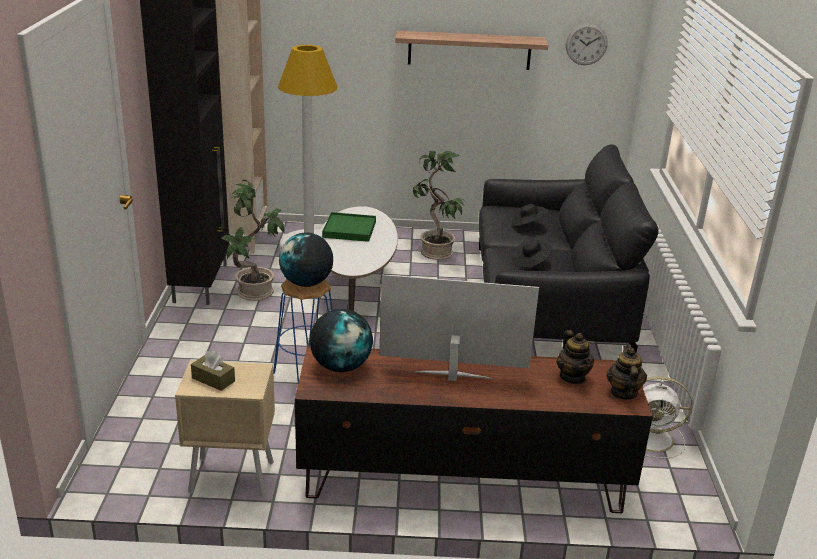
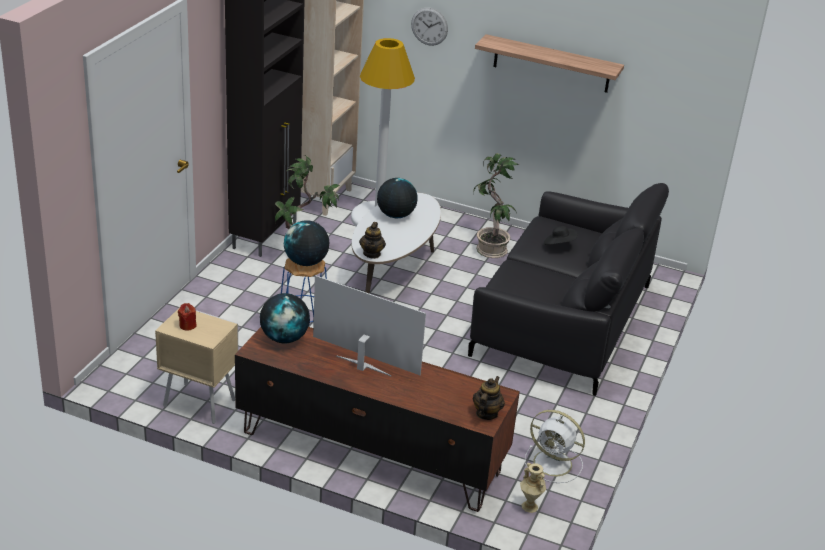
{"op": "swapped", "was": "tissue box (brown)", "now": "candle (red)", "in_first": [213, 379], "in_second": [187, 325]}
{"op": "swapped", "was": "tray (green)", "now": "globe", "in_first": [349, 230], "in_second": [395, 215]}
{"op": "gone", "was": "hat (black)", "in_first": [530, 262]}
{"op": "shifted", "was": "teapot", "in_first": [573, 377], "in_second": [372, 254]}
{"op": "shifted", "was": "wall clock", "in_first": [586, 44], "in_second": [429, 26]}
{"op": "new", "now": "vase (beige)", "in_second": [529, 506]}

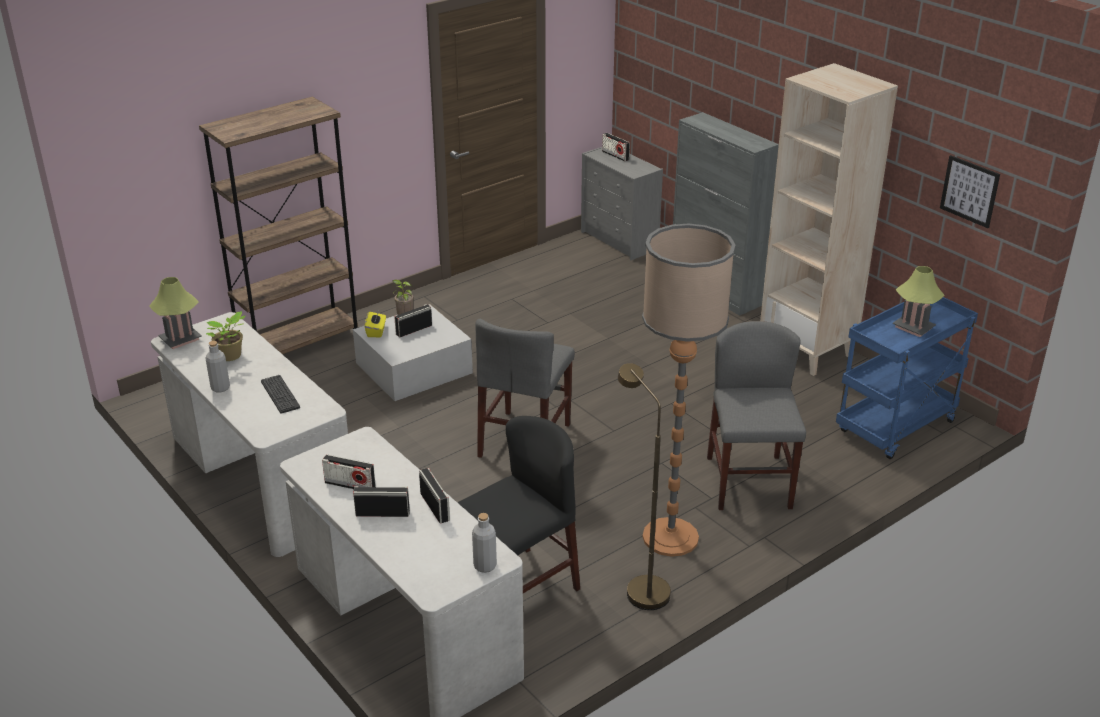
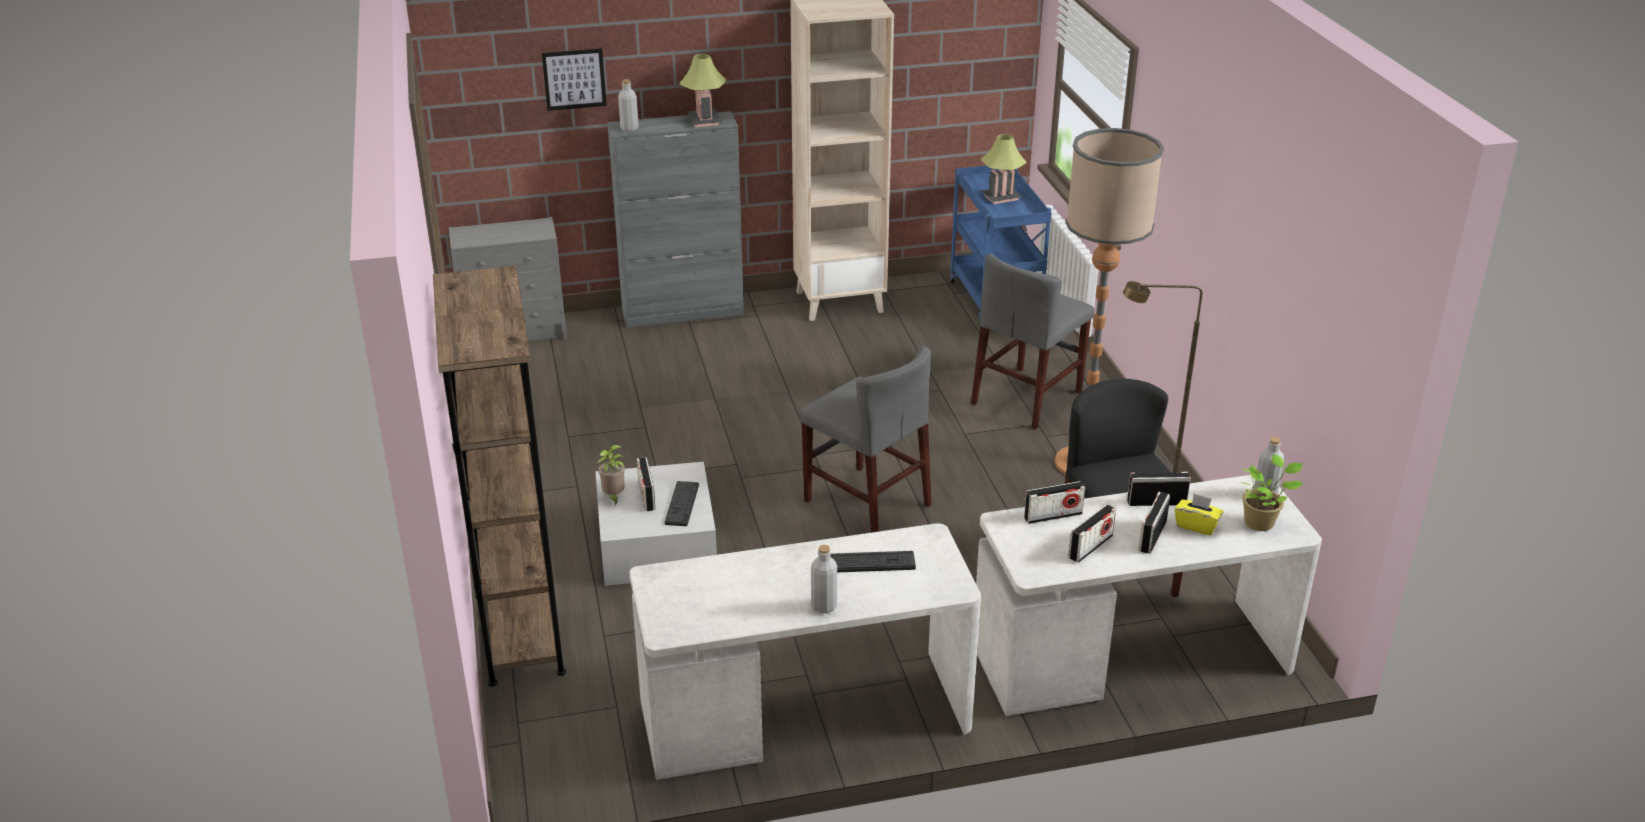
{"op": "shifted", "was": "table lamp", "in_first": [180, 339], "in_second": [704, 120]}
{"op": "shifted", "was": "potted plant", "in_first": [231, 356], "in_second": [1261, 522]}
{"op": "shifted", "was": "tissue box (yellow)", "in_first": [376, 331], "in_second": [1196, 525]}
{"op": "shifted", "was": "radio", "in_first": [615, 155], "in_second": [1053, 516]}
{"op": "rotated", "was": "chair (grey)", "in_first": [749, 482], "in_second": [1027, 398], "clockwise": -75}
{"op": "shifted", "was": "picture", "in_first": [969, 191], "in_second": [574, 79]}
{"op": "new", "now": "bottle (grey)", "in_second": [629, 128]}
{"op": "new", "now": "keyboard", "in_second": [682, 504]}

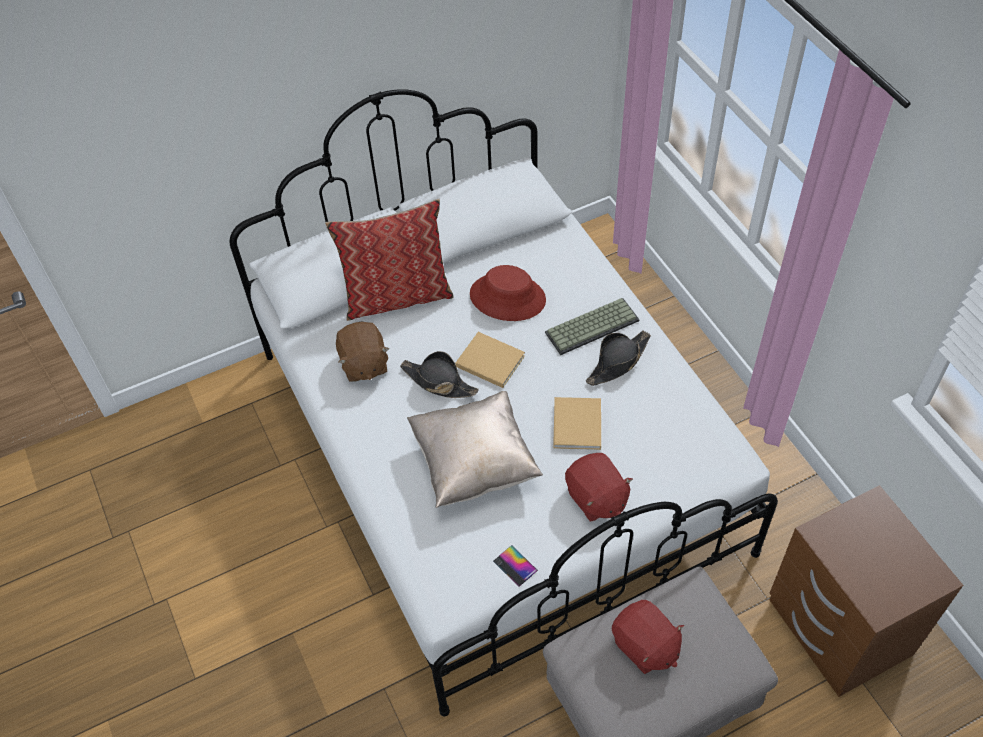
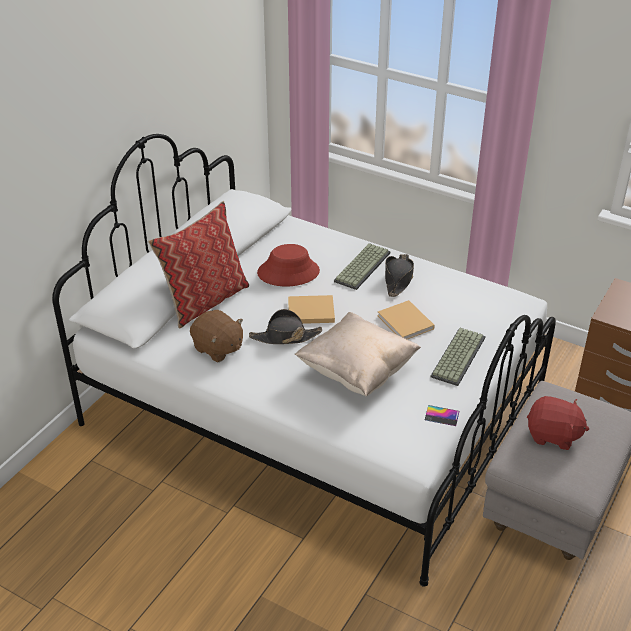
{"op": "swapped", "was": "plush toy (red)", "now": "keyboard", "in_first": [596, 498], "in_second": [457, 356]}

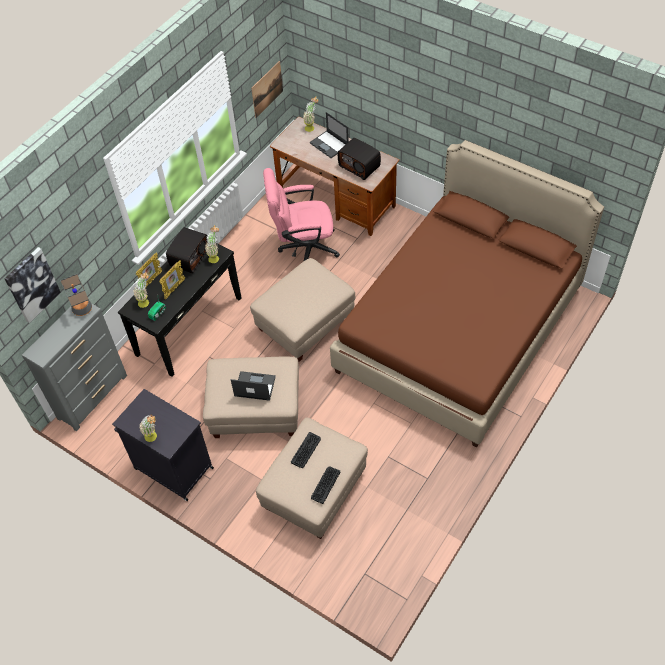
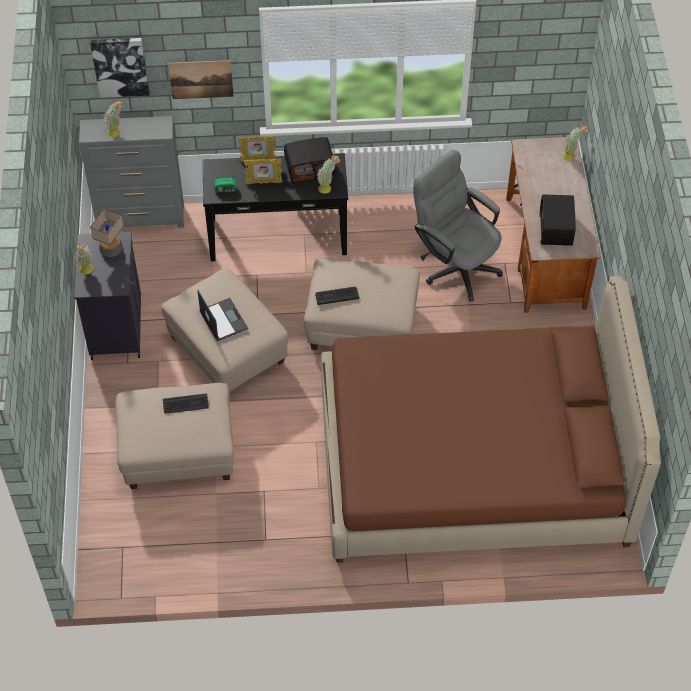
{"op": "shifted", "was": "table lamp", "in_first": [82, 309], "in_second": [111, 249]}
{"op": "shifted", "was": "potted plant", "in_first": [146, 301], "in_second": [117, 133]}
{"op": "shifted", "was": "picture", "in_first": [267, 89], "in_second": [201, 79]}
{"op": "repainted", "was": "office chair (pink)", "now": "office chair (grey)", "in_first": [303, 247], "in_second": [455, 264]}
{"op": "gone", "was": "laptop", "in_first": [329, 144]}
{"op": "shifted", "was": "keyboard", "in_first": [325, 485], "in_second": [337, 295]}

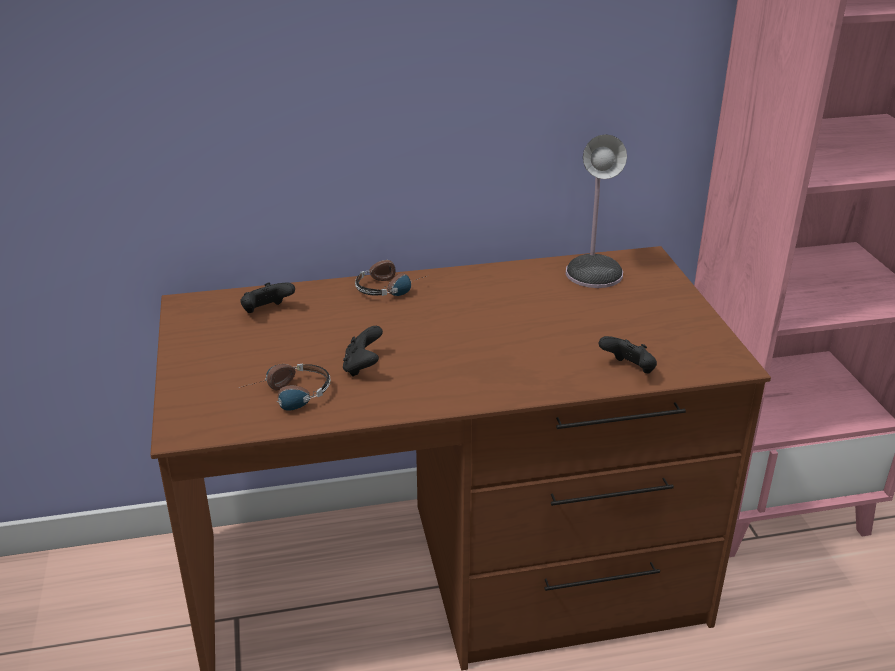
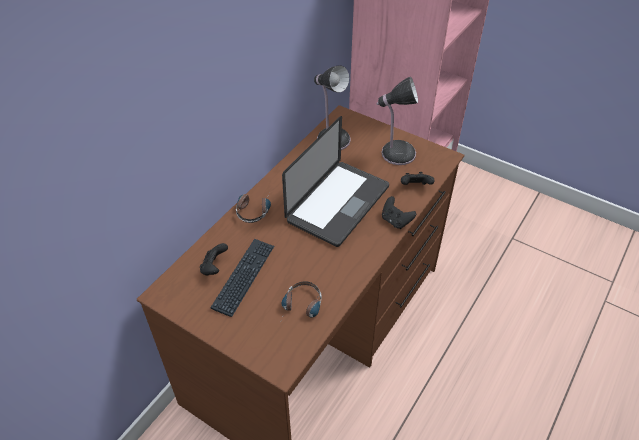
{"op": "shifted", "was": "game controller (black)", "in_first": [363, 367], "in_second": [396, 221]}
{"op": "new", "now": "keyboard", "in_second": [244, 277]}
{"op": "new", "now": "laptop", "in_second": [338, 204]}
{"op": "new", "now": "table lamp", "in_second": [396, 153]}

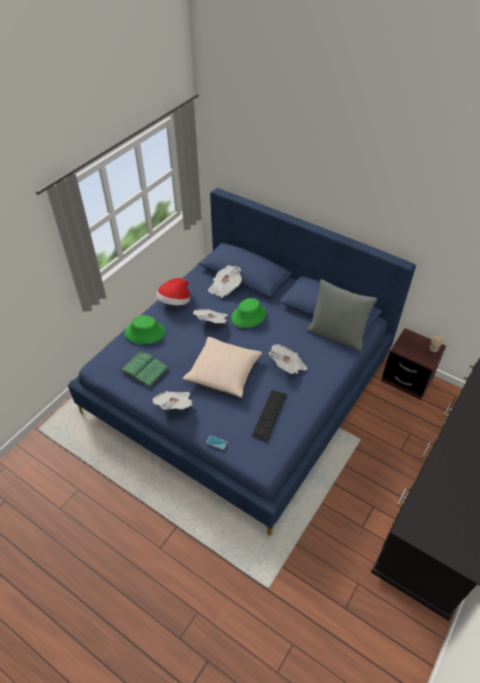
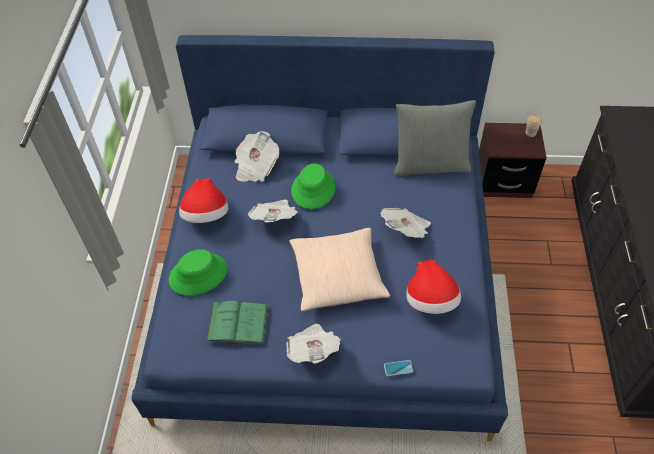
{"op": "swapped", "was": "keyboard", "now": "hat", "in_first": [269, 414], "in_second": [431, 300]}

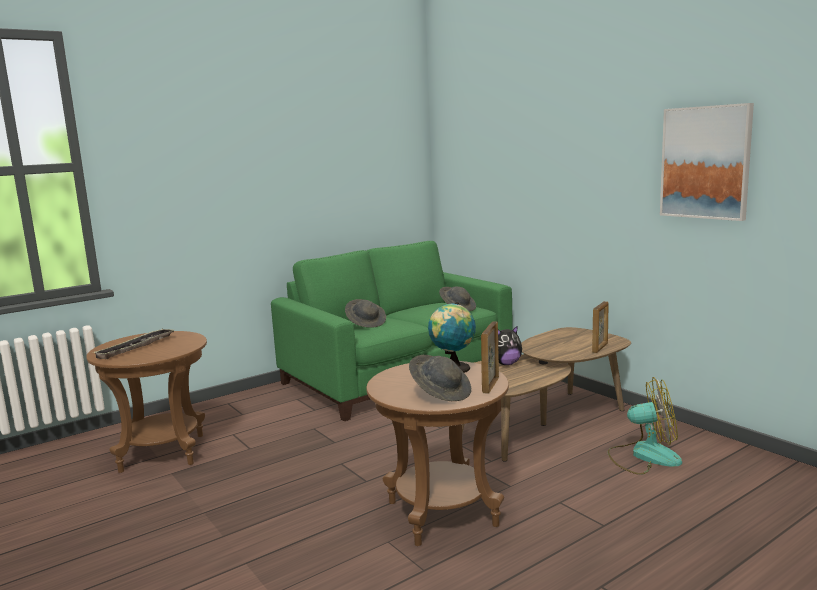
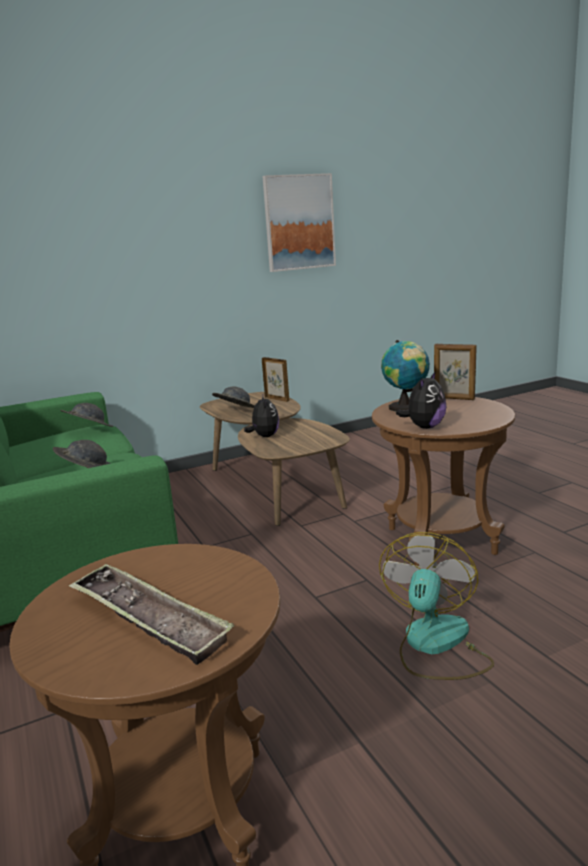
{"op": "shifted", "was": "hat (grey)", "in_first": [441, 393], "in_second": [235, 412]}
{"op": "shifted", "was": "fan", "in_first": [644, 456], "in_second": [435, 645]}
{"op": "new", "now": "plush toy", "in_second": [424, 427]}

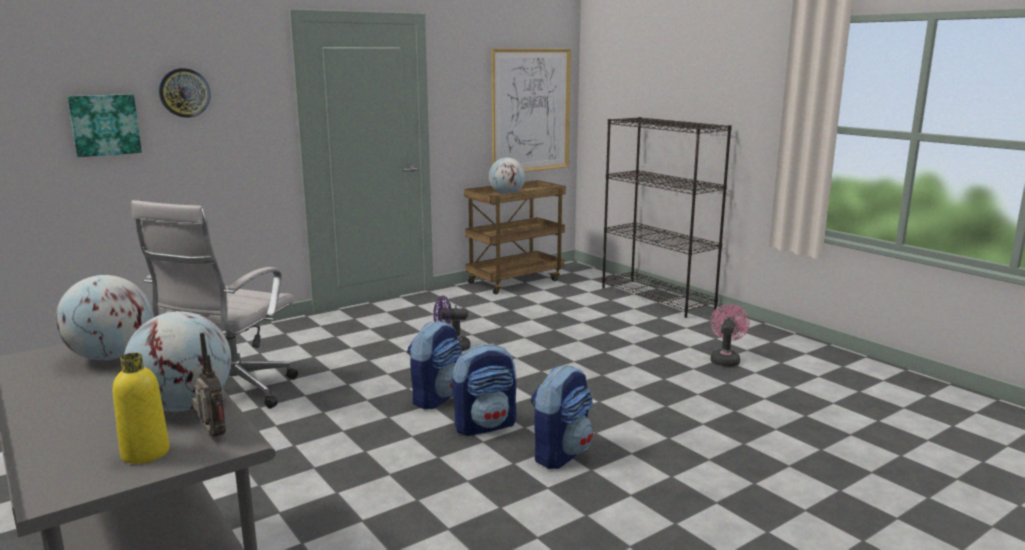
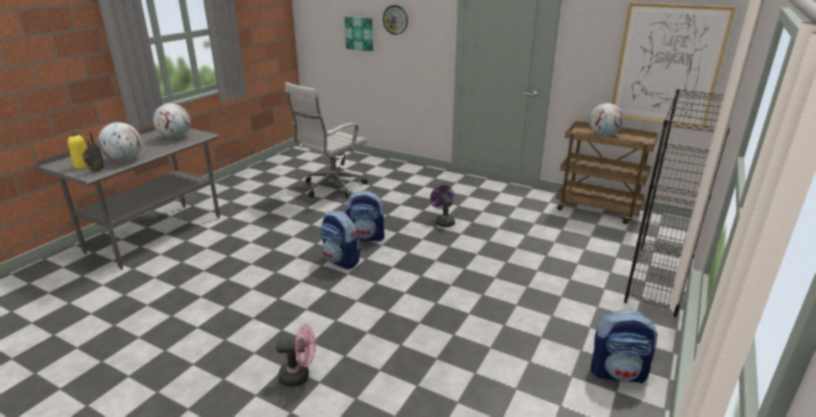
{"op": "rotated", "was": "office chair (white)", "in_first": [231, 394], "in_second": [331, 188], "clockwise": -45}
{"op": "shifted", "was": "backpack", "in_first": [560, 453], "in_second": [618, 372]}
{"op": "shifted", "was": "fan (pink)", "in_first": [725, 359], "in_second": [299, 376]}

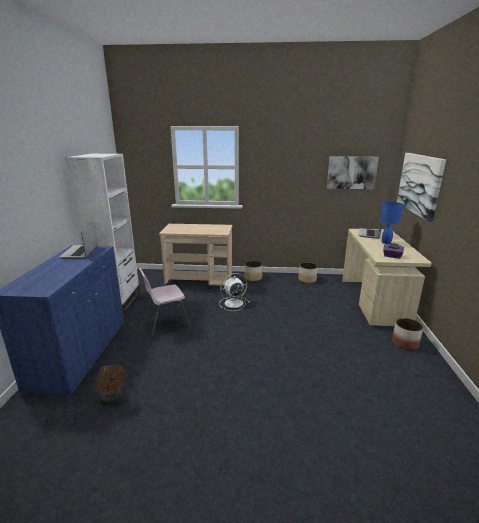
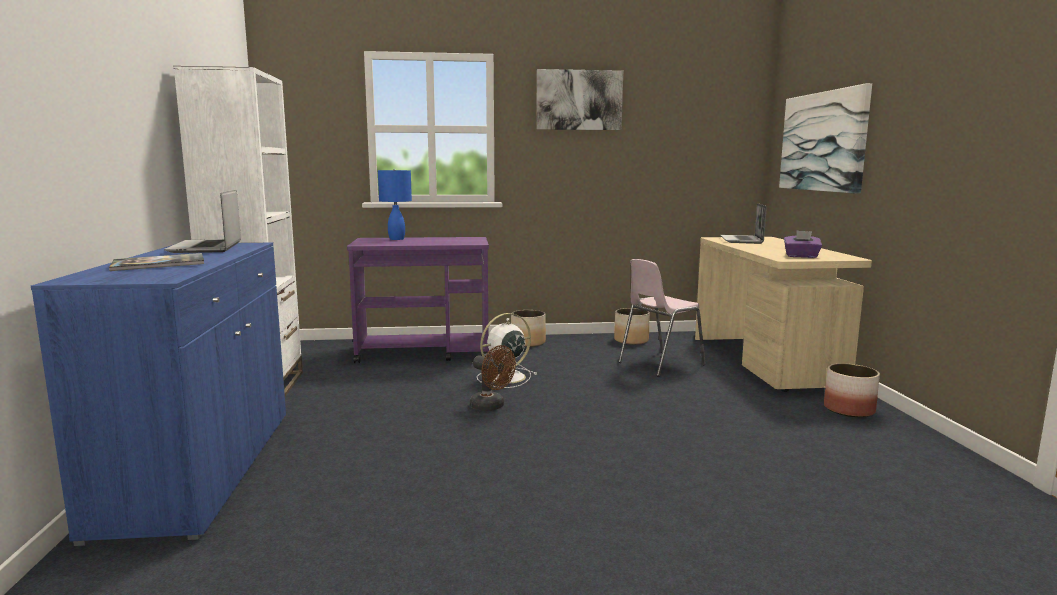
{"op": "shifted", "was": "fan (brown)", "in_first": [112, 399], "in_second": [491, 407]}
{"op": "shifted", "was": "chair (pink)", "in_first": [166, 327], "in_second": [659, 363]}
{"op": "repainted", "was": "cart (beige)", "now": "cart (purple)", "in_first": [200, 282], "in_second": [425, 352]}
{"op": "shifted", "was": "picture", "in_first": [351, 172], "in_second": [579, 100]}
{"op": "shifted", "was": "table lamp (blue)", "in_first": [386, 242], "in_second": [396, 239]}
{"op": "new", "now": "book", "in_second": [159, 264]}

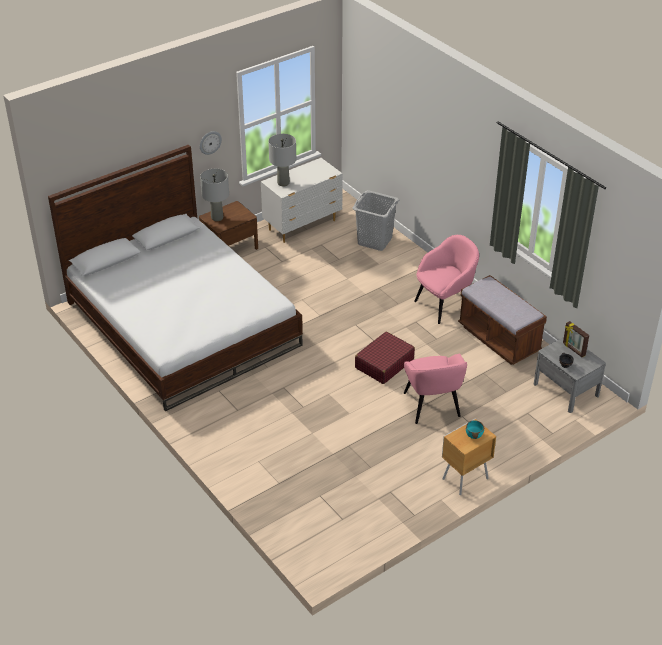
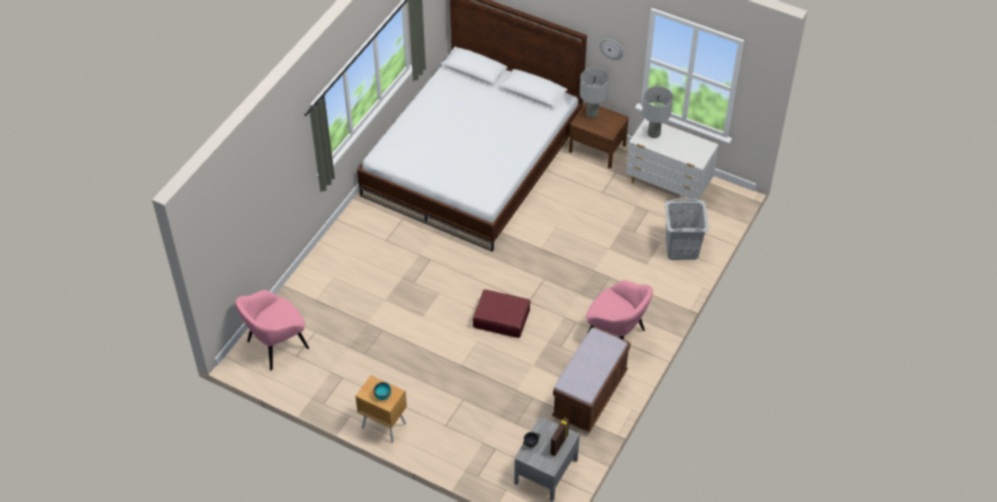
{"op": "shifted", "was": "armchair (pink)", "in_first": [432, 405], "in_second": [276, 345]}

